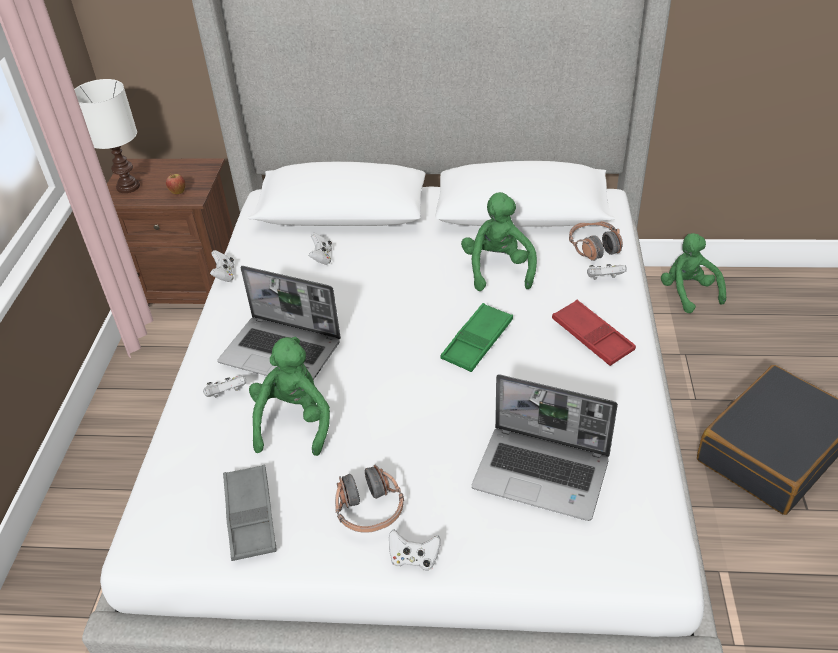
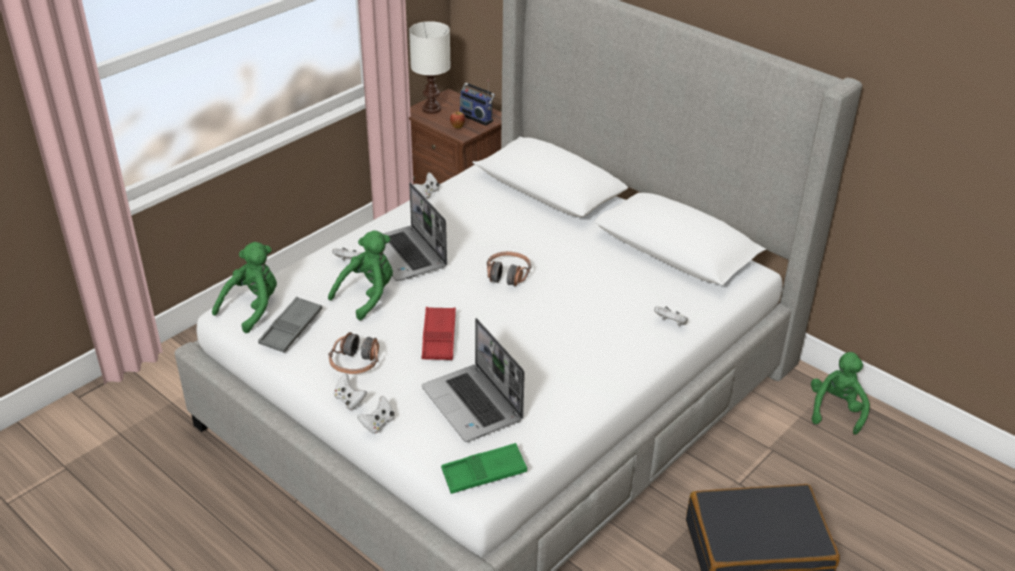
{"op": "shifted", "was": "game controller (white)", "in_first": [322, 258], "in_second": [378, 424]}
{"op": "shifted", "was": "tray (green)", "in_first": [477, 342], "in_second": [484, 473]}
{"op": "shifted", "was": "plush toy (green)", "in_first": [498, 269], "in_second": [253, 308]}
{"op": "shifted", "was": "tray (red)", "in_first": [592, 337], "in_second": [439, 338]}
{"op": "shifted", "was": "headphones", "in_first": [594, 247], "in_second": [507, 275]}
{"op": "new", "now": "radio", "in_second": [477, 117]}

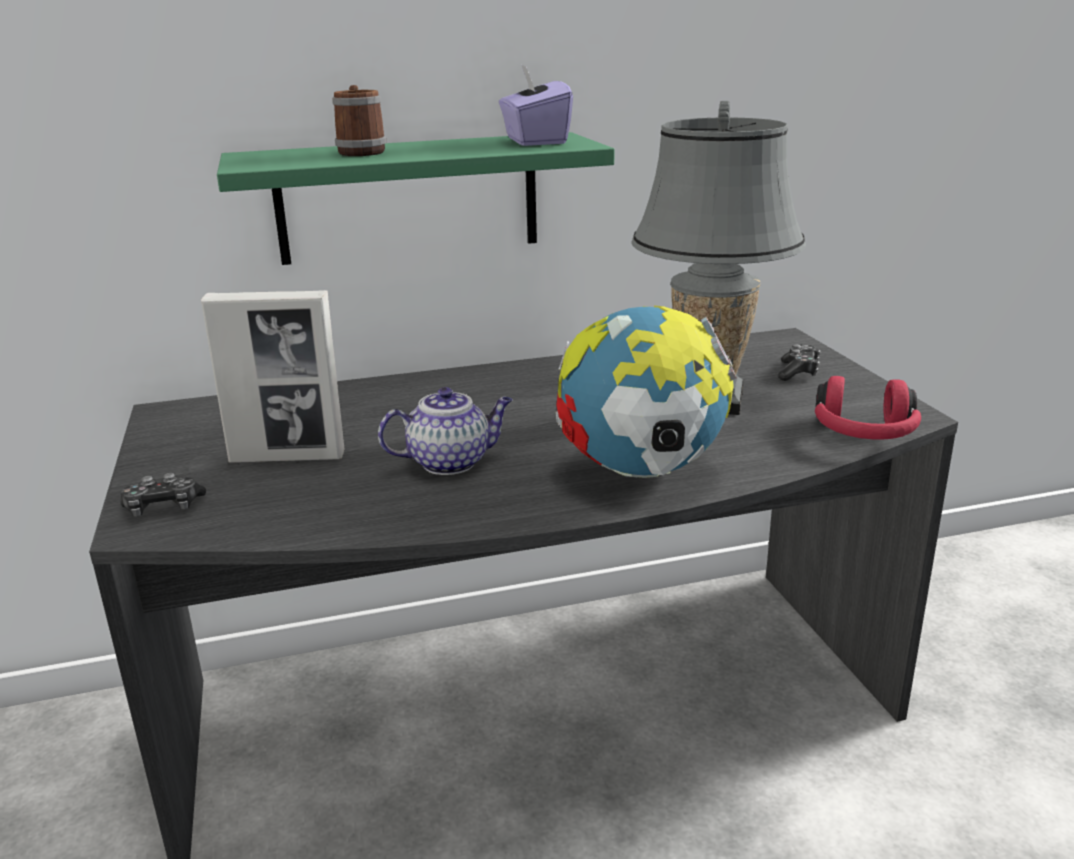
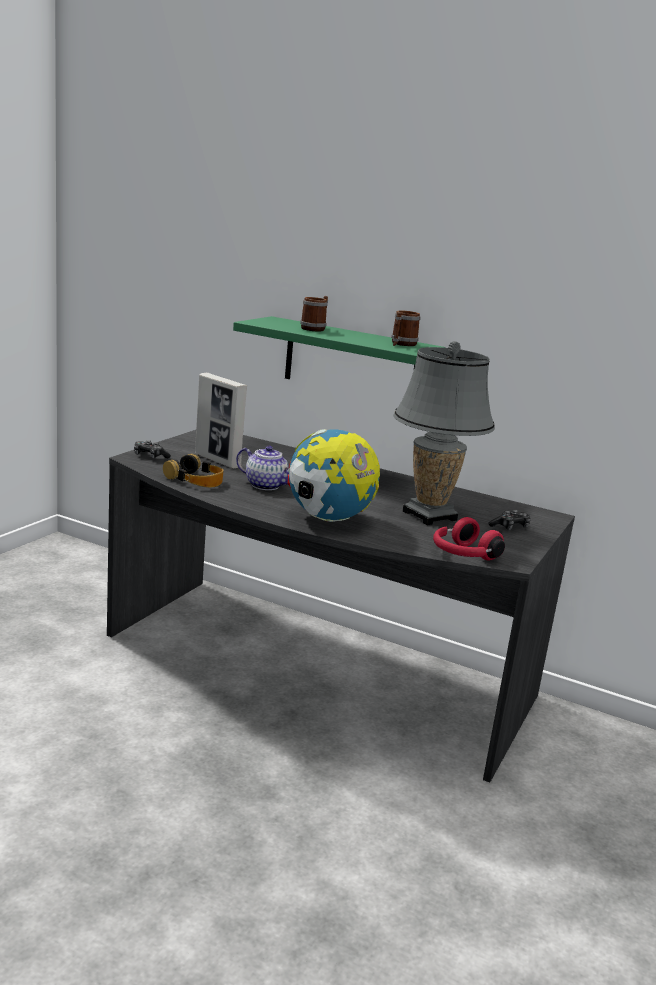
{"op": "swapped", "was": "tissue box (purple)", "now": "mug", "in_first": [534, 141], "in_second": [401, 344]}
{"op": "new", "now": "headphones", "in_second": [195, 480]}

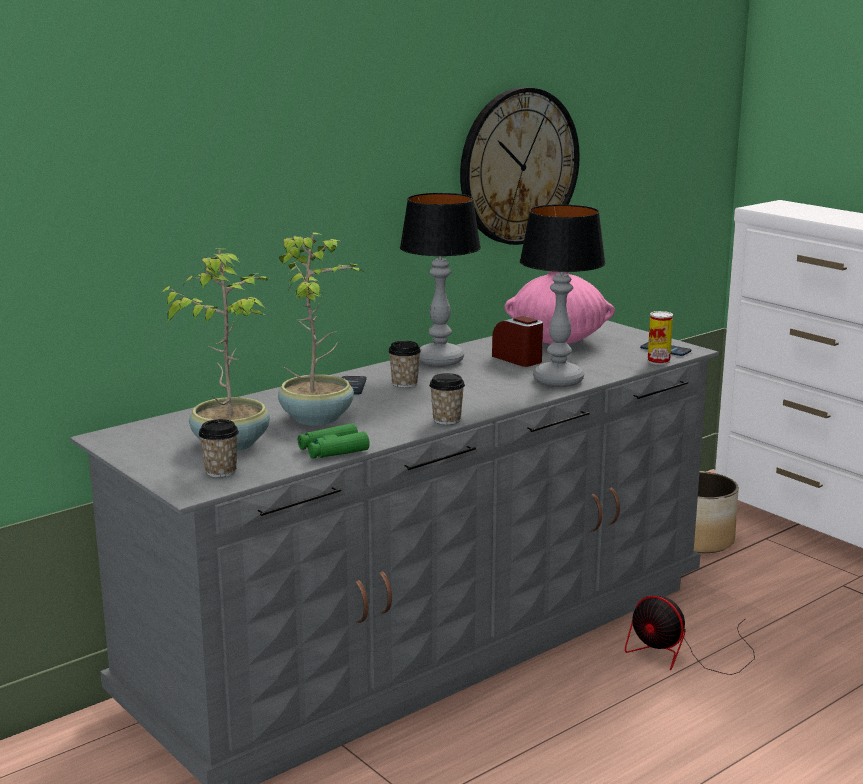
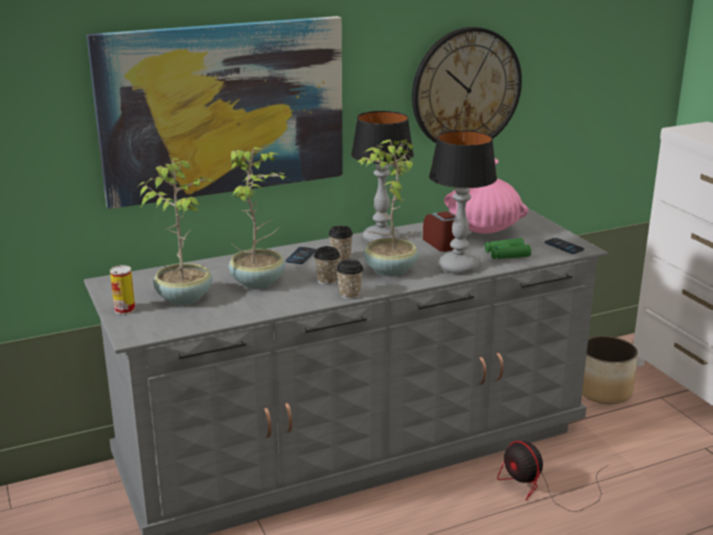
{"op": "shifted", "was": "cup", "in_first": [221, 471], "in_second": [327, 280]}
{"op": "shifted", "was": "binoculars (green)", "in_first": [333, 450], "in_second": [506, 254]}
{"op": "shifted", "was": "can", "in_first": [658, 361], "in_second": [125, 309]}
{"op": "new", "now": "picture", "in_second": [223, 109]}
{"op": "new", "now": "potted plant", "in_second": [389, 270]}

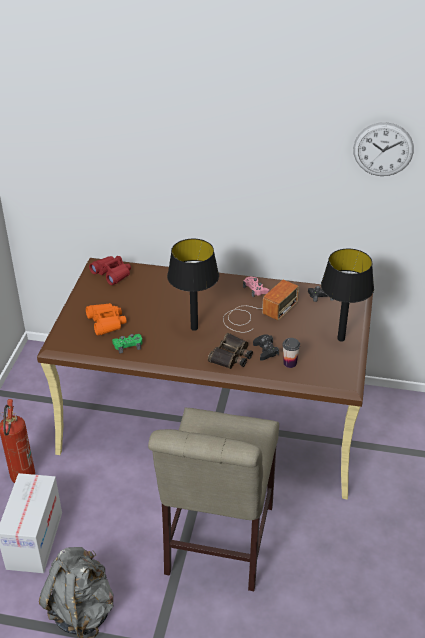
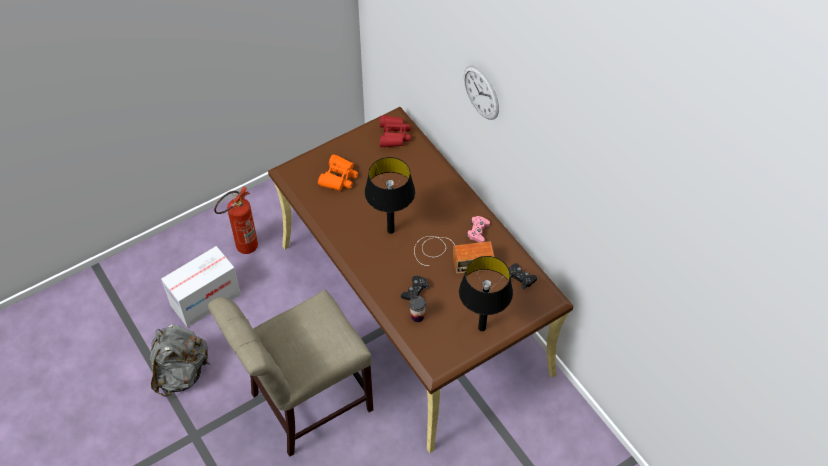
{"op": "gone", "was": "game controller (green)", "in_first": [128, 345]}
{"op": "gone", "was": "binoculars", "in_first": [231, 356]}
{"op": "shifted", "was": "wall clock", "in_first": [383, 149], "in_second": [481, 92]}

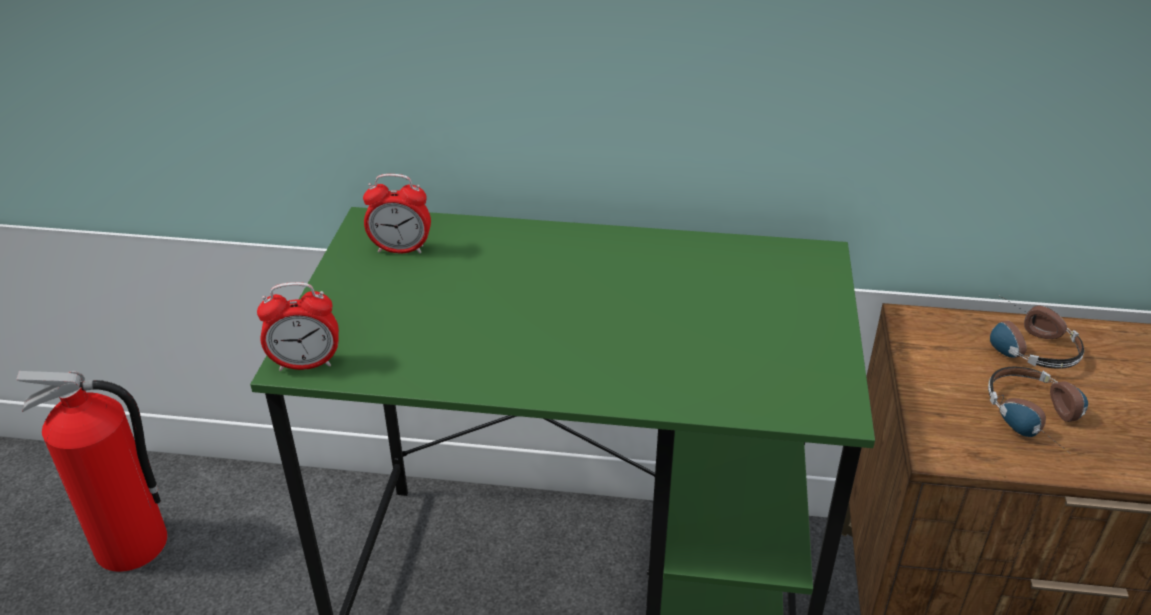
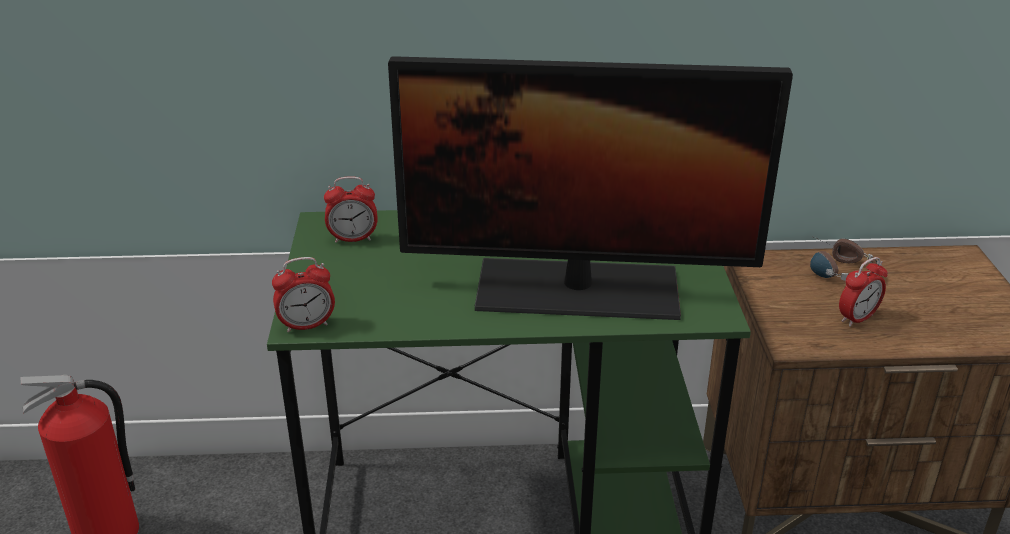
{"op": "swapped", "was": "headphones", "now": "alarm clock", "in_first": [1040, 421], "in_second": [857, 318]}
{"op": "new", "now": "monitor", "in_second": [577, 289]}

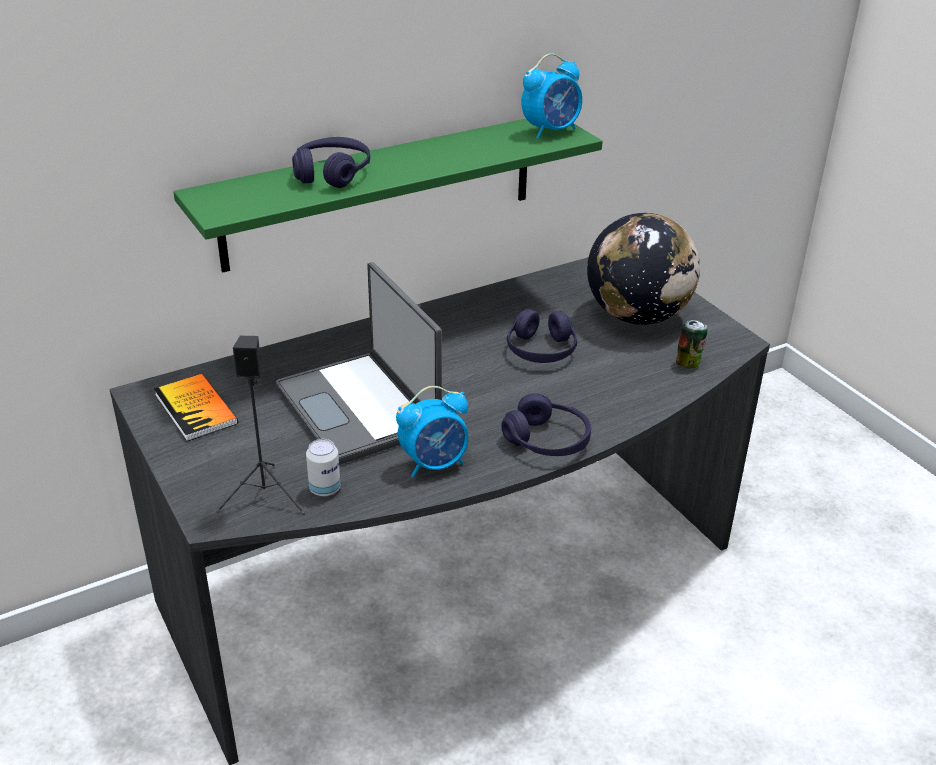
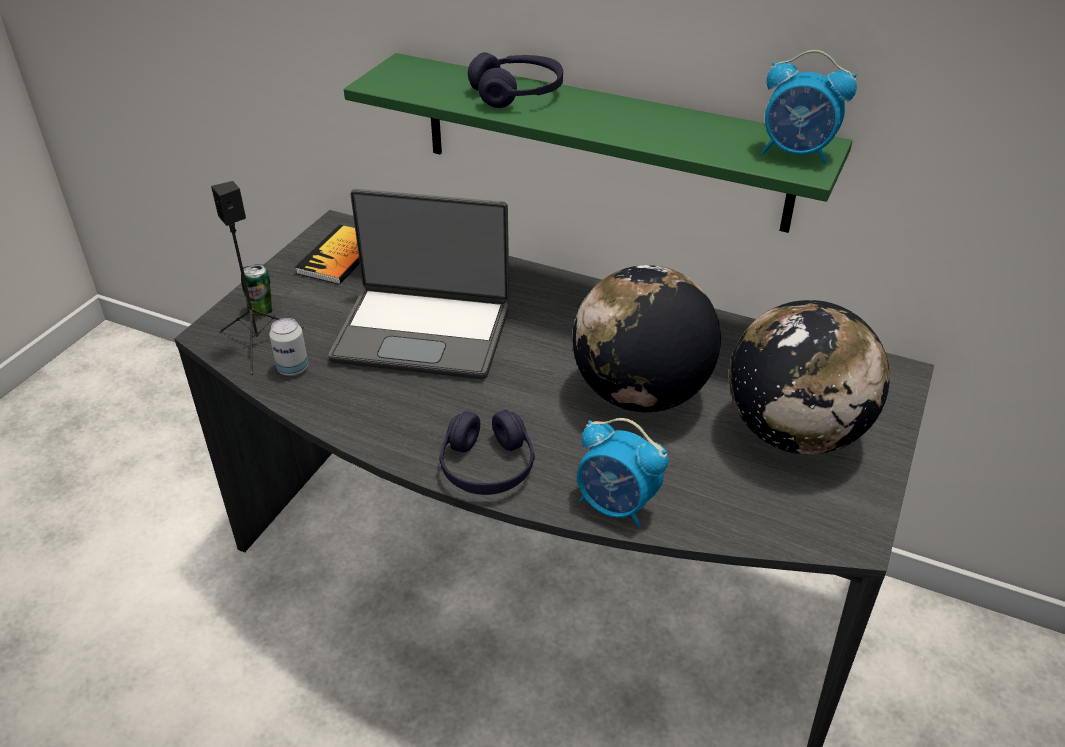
{"op": "rotated", "was": "laptop", "in_first": [360, 408], "in_second": [423, 332], "clockwise": -105}
{"op": "shifted", "was": "alarm clock", "in_first": [434, 464], "in_second": [616, 506]}
{"op": "swapped", "was": "headphones (purple)", "now": "globe", "in_first": [541, 350], "in_second": [640, 393]}
{"op": "shifted", "was": "can", "in_first": [689, 363], "in_second": [261, 310]}

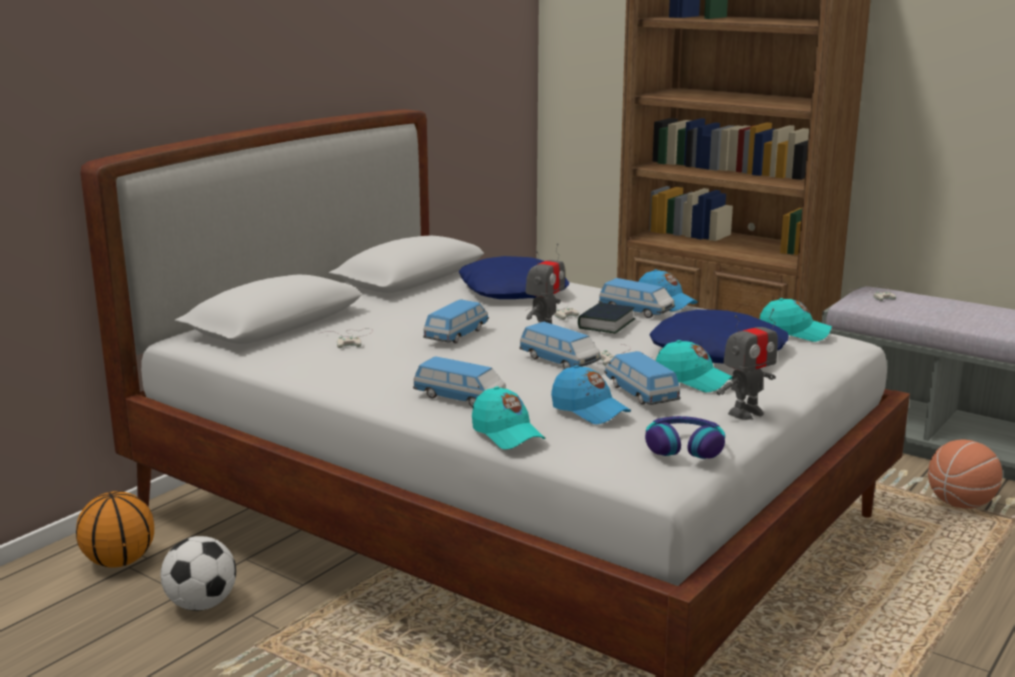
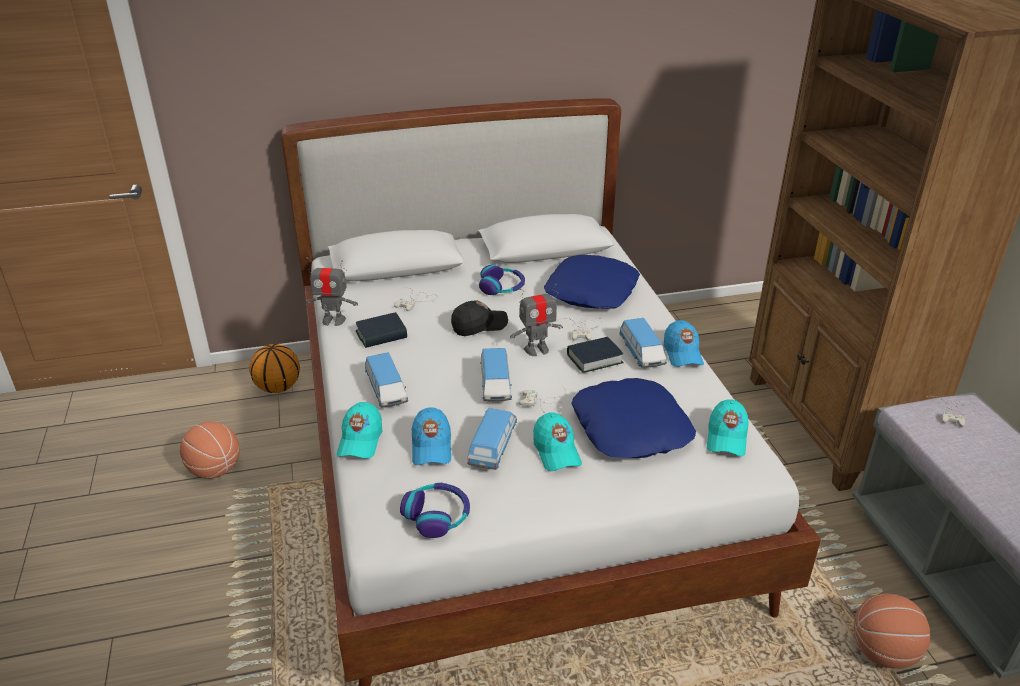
{"op": "gone", "was": "football", "in_first": [201, 604]}
{"op": "swapped", "was": "toy car", "now": "cap (black)", "in_first": [457, 335], "in_second": [479, 325]}
{"op": "shifted", "was": "toy robot", "in_first": [746, 413], "in_second": [333, 320]}
{"op": "rotated", "was": "cap (turquoise)", "in_first": [794, 334], "in_second": [726, 437], "clockwise": 45}
{"op": "new", "now": "basketball", "in_second": [215, 470]}
{"op": "new", "now": "book", "in_second": [381, 335]}
{"op": "new", "now": "headphones", "in_second": [502, 287]}

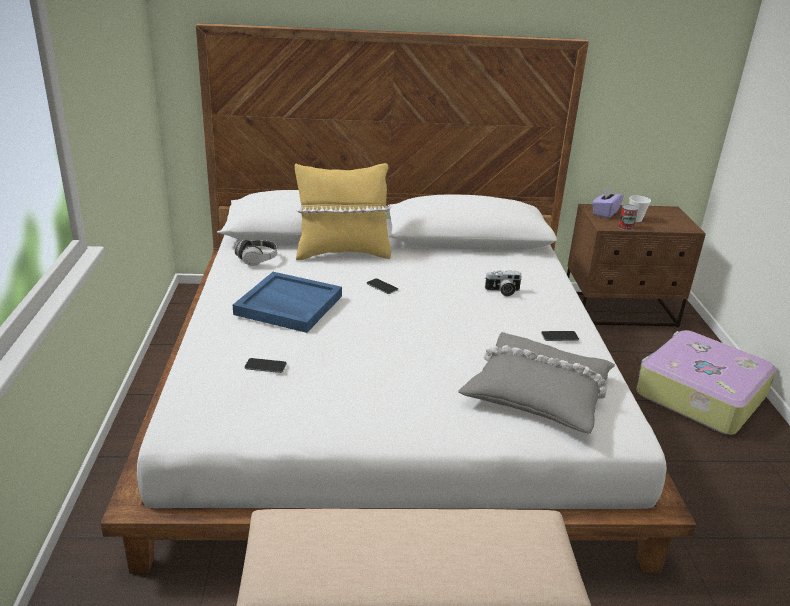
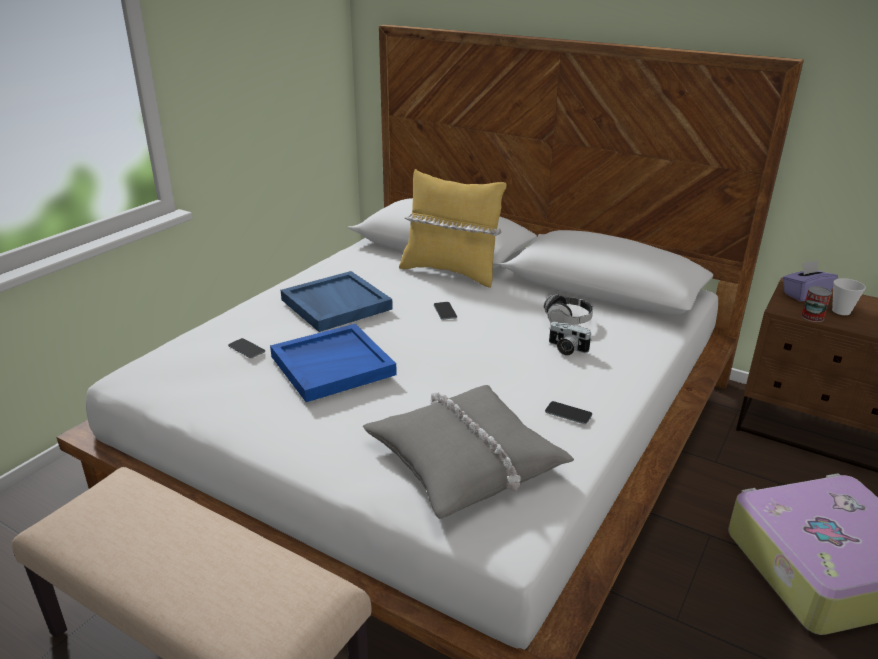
{"op": "shifted", "was": "headphones", "in_first": [257, 260], "in_second": [567, 321]}
{"op": "new", "now": "tray (blue)", "in_second": [333, 365]}

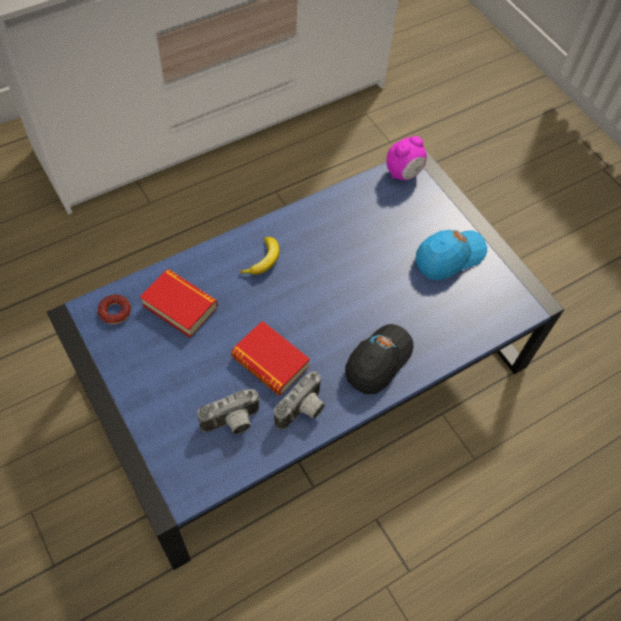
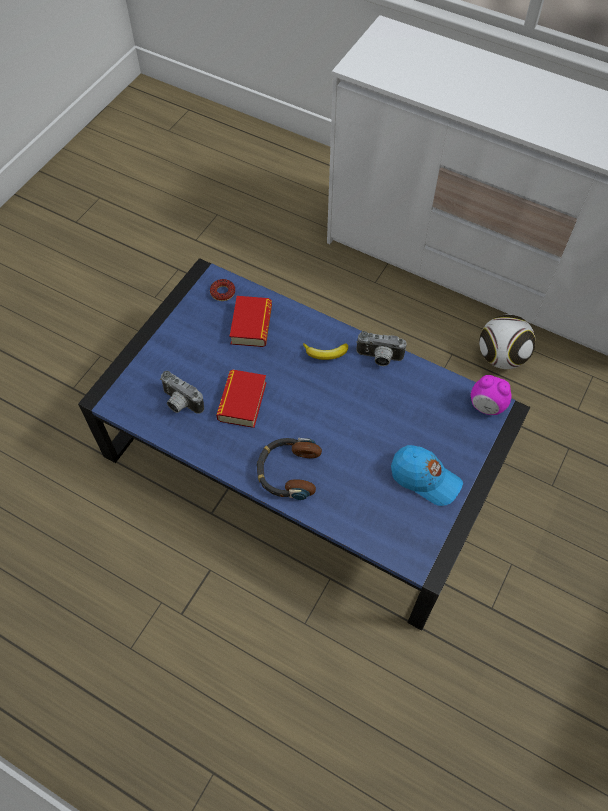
{"op": "shifted", "was": "photo camera", "in_first": [303, 411], "in_second": [379, 358]}
{"op": "swapped", "was": "cap (black)", "now": "headphones", "in_first": [377, 362], "in_second": [288, 471]}
{"op": "new", "now": "football", "in_second": [501, 356]}

